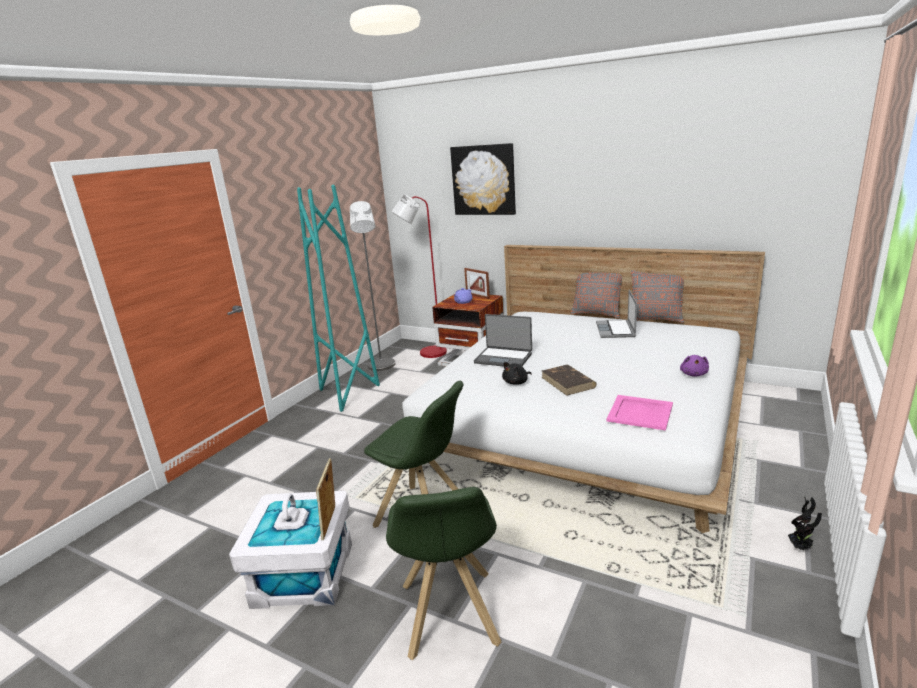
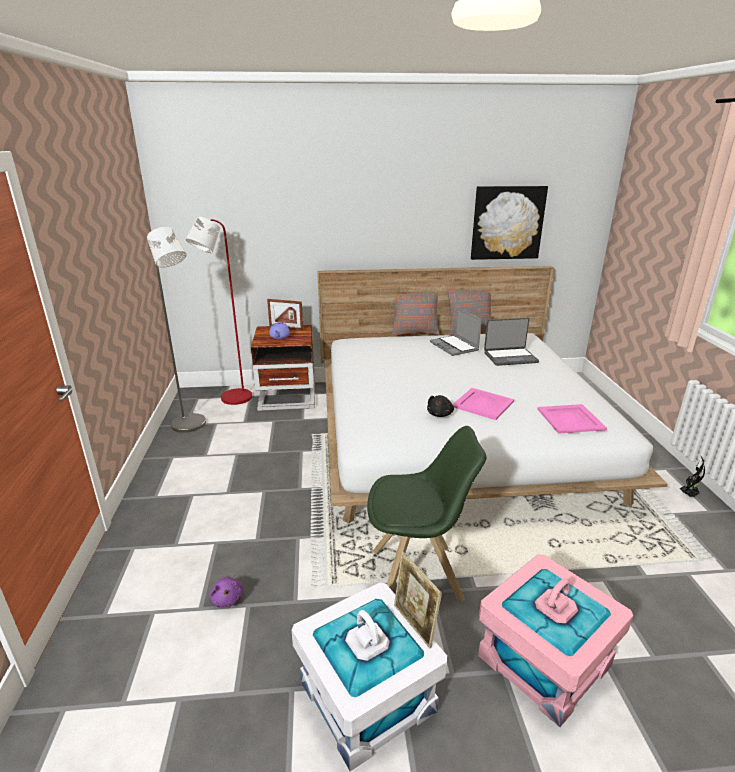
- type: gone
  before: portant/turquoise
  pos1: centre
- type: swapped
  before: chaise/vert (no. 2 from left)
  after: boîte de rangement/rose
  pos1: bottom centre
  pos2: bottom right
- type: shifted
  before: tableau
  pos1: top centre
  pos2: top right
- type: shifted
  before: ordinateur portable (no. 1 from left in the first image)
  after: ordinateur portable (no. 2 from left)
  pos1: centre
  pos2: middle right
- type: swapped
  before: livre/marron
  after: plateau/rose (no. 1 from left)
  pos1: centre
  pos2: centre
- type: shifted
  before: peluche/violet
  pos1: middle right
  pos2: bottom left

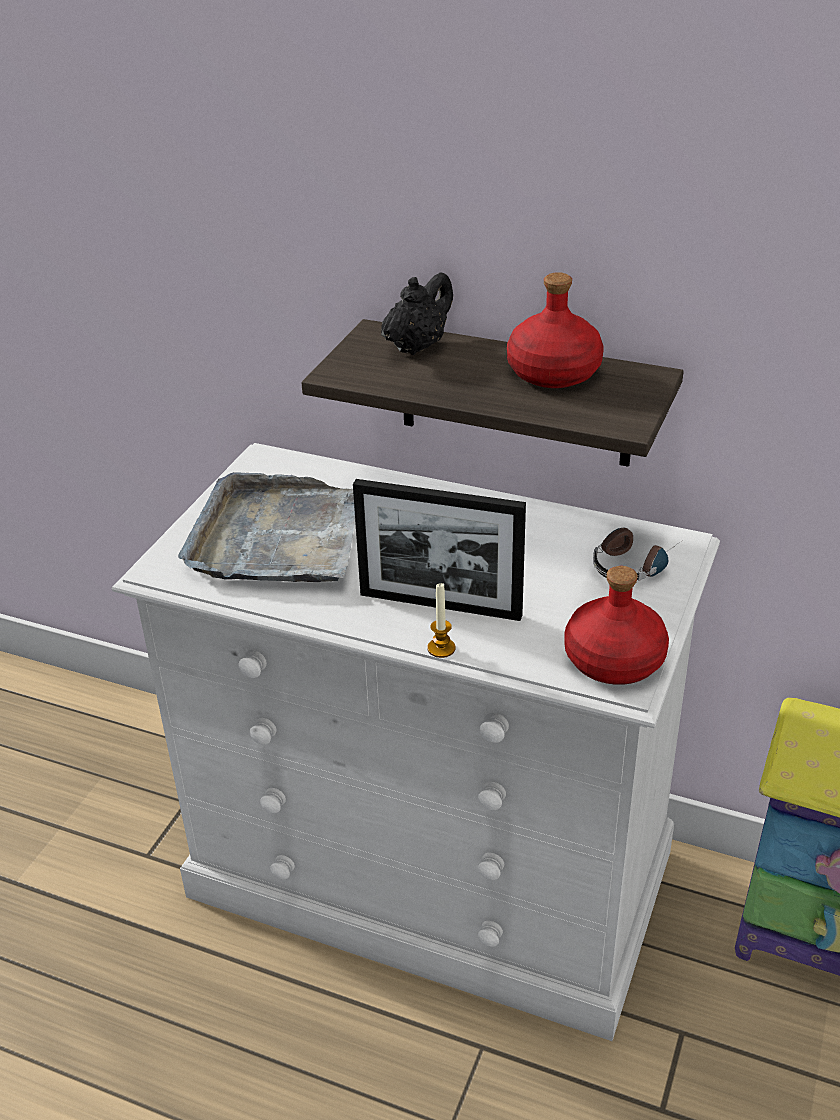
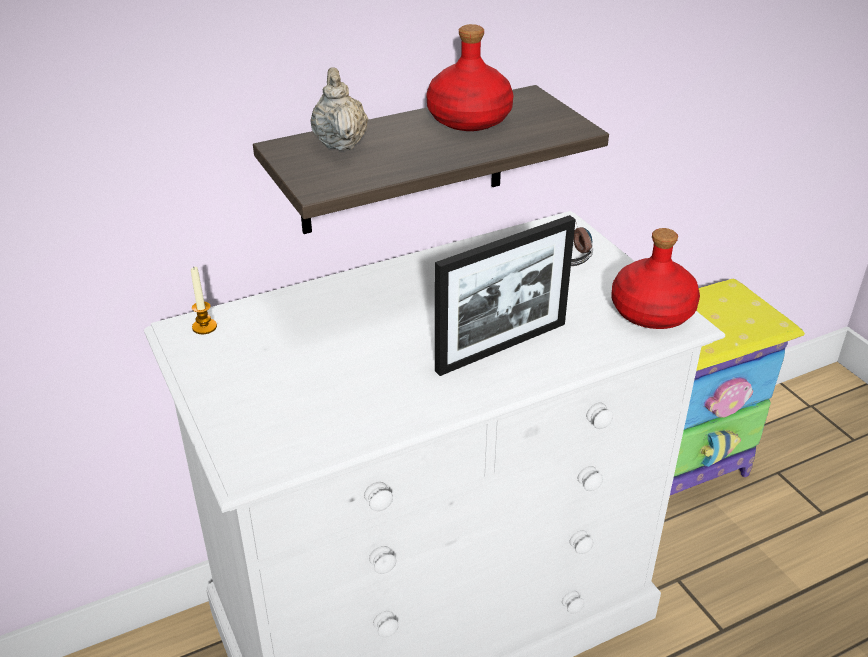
- type: gone
  before: plateau/gris
  pos1: middle left
- type: repainted
  before: théière/noir
  after: théière/beige
  pos1: top centre
  pos2: top centre
- type: shifted
  before: bougie
  pos1: centre
  pos2: middle left

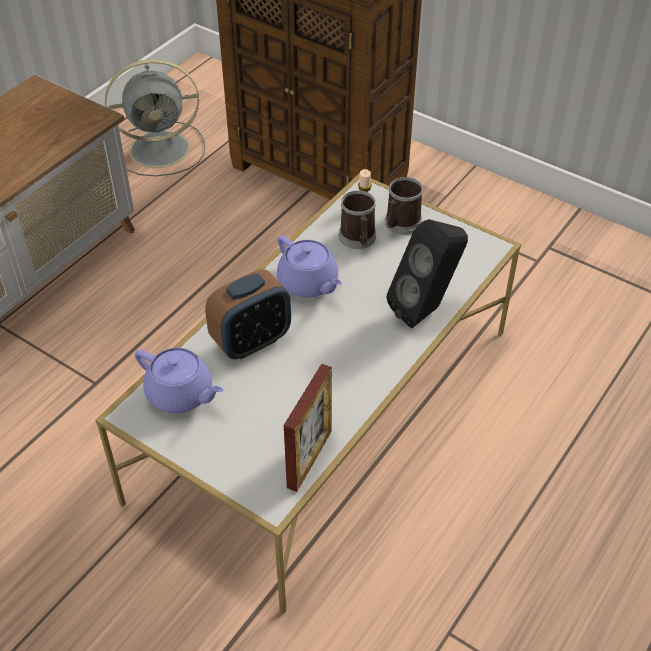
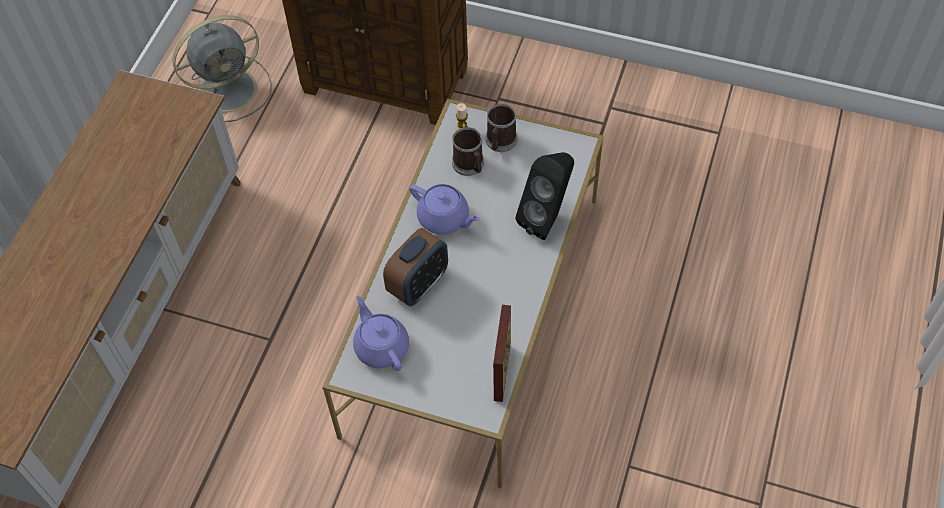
- type: rotated
  before: théière/violet (no. 1 from left)
  pos1: middle left
  pos2: centre
  turn: -135

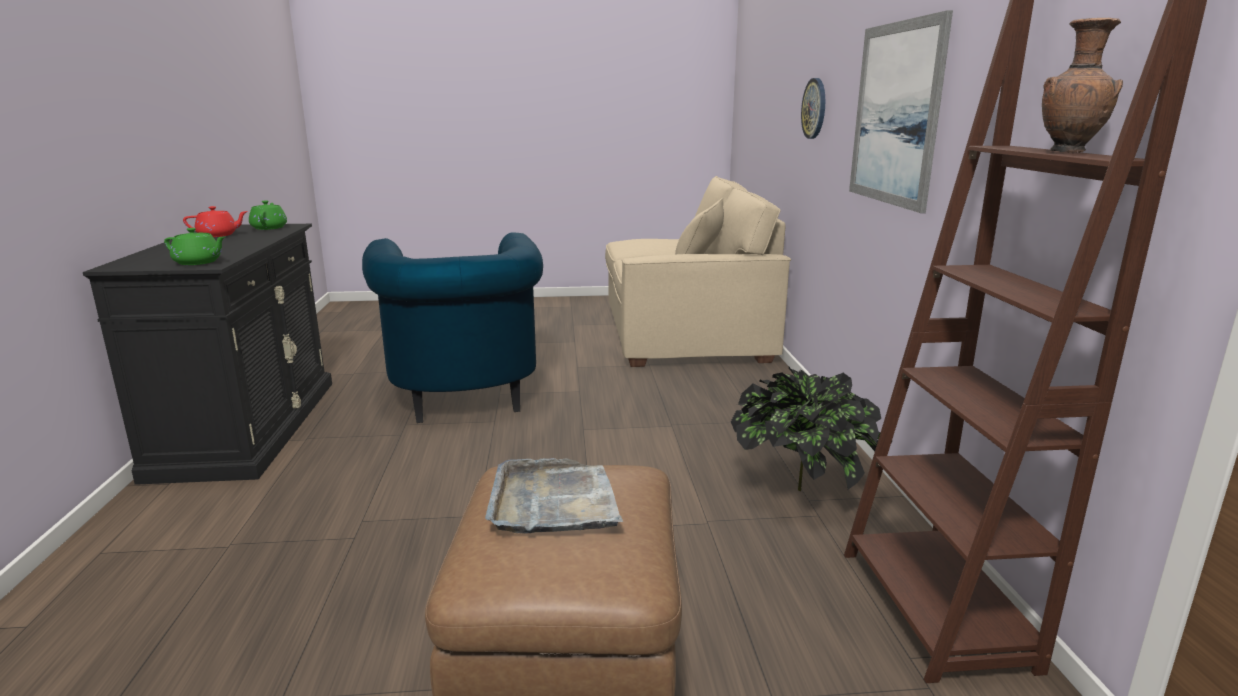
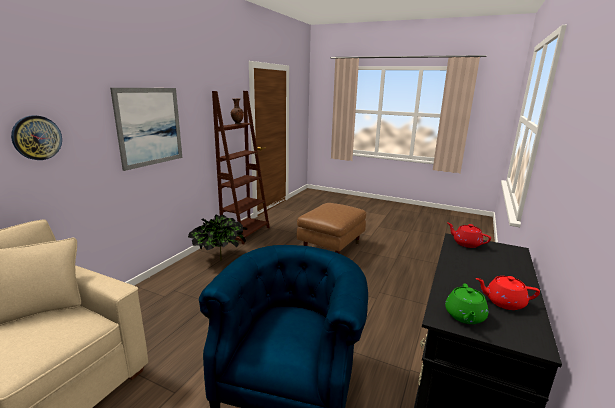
- type: repainted
  before: théière/vert (no. 1 from left)
  after: théière/rouge (no. 1 from left)
  pos1: middle left
  pos2: middle right
- type: gone
  before: plateau/gris
  pos1: bottom centre

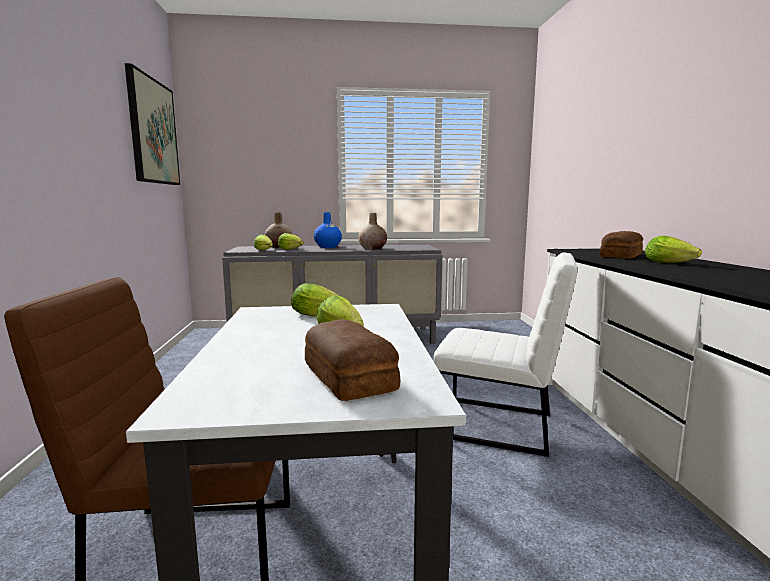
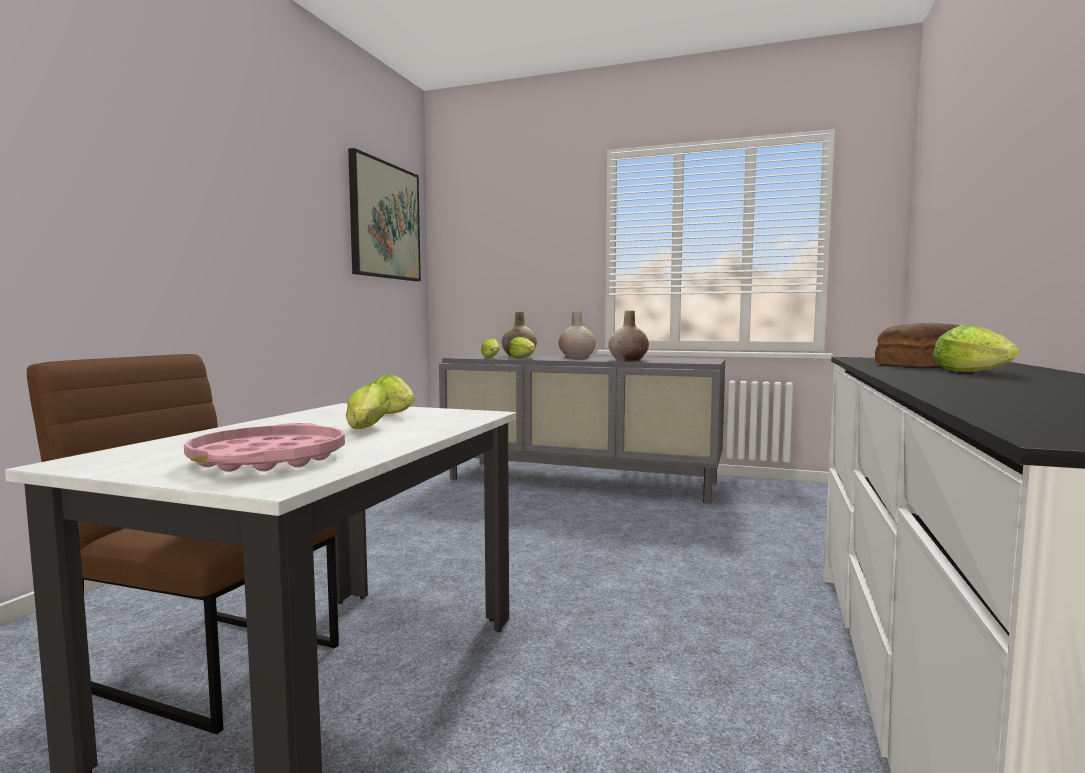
- type: swapped
  before: pain (no. 1 from left)
  after: plateau/rose
  pos1: centre
  pos2: middle left
- type: repainted
  before: vase/bleu
  after: vase/beige (no. 2 from left)
  pos1: centre
  pos2: centre
- type: gone
  before: chaise/blanc
  pos1: centre

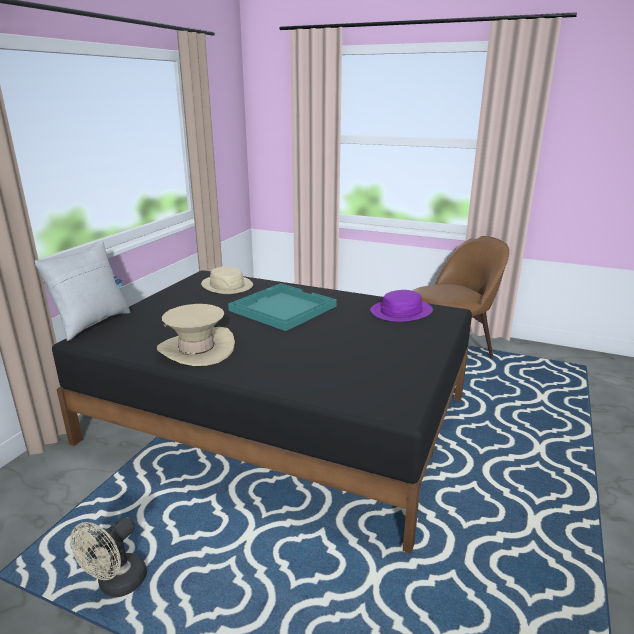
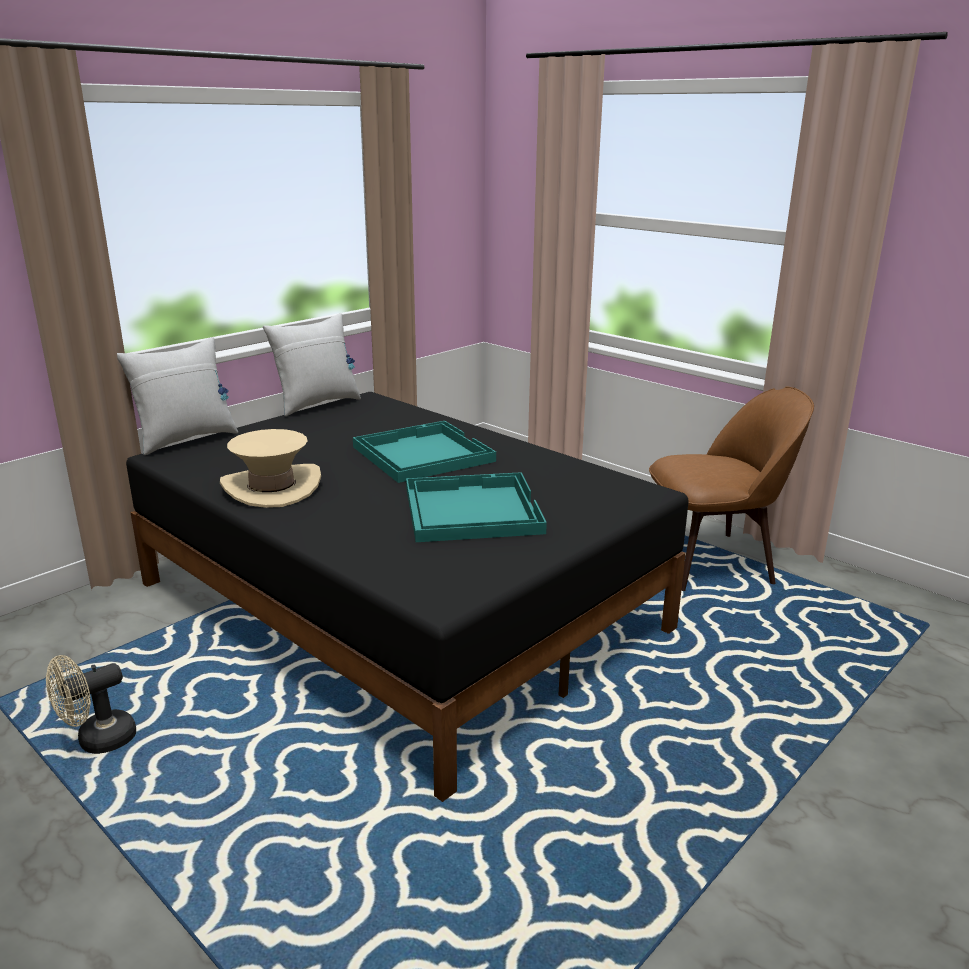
- type: gone
  before: chapeau/beige (no. 2 from left)
  pos1: centre
- type: gone
  before: chapeau/violet
  pos1: centre
- type: new
  after: coussin/gris (no. 2 from left)
  pos2: middle left
- type: new
  after: plateau/turquoise (no. 2 from left)
  pos2: centre

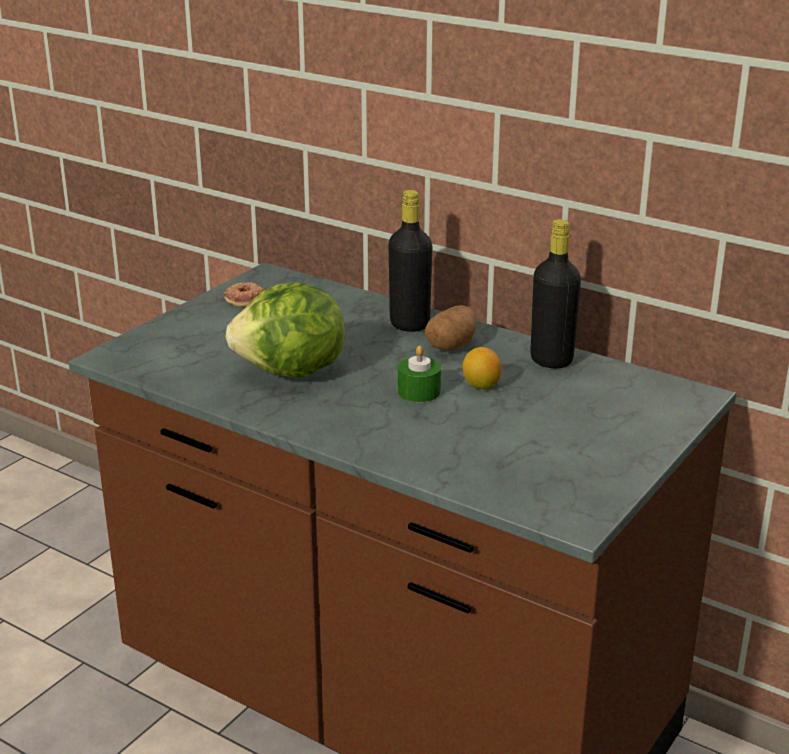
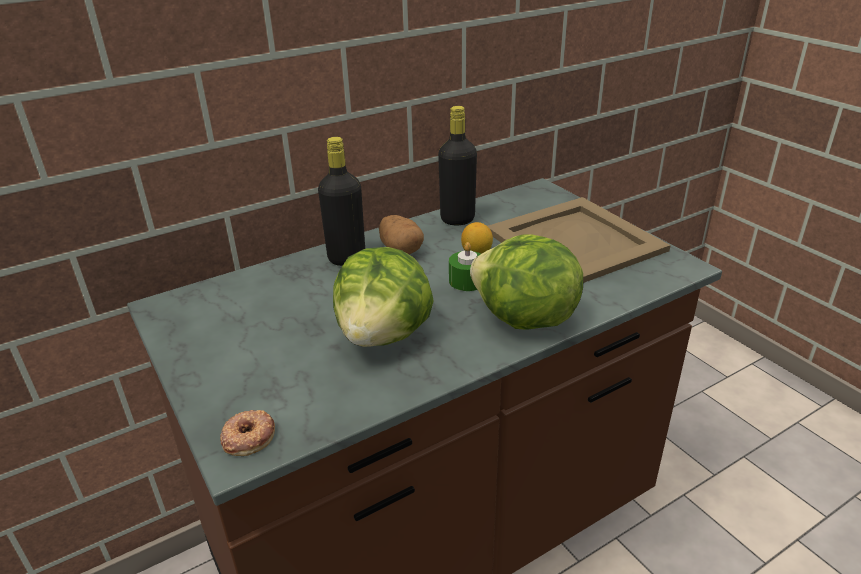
- type: shifted
  before: beignet
  pos1: middle left
  pos2: bottom left
- type: new
  after: laitue (no. 2 from left)
  pos2: centre
- type: new
  after: plateau/beige
  pos2: middle right

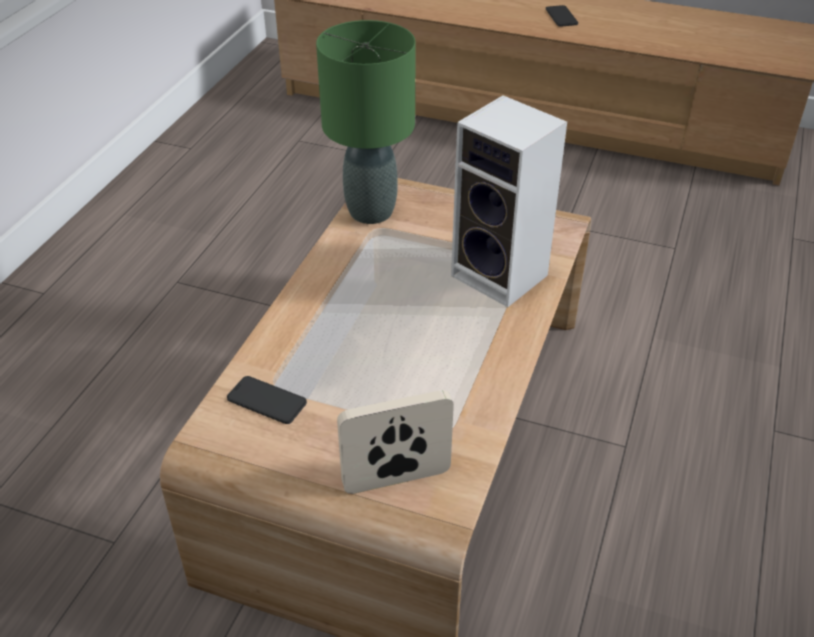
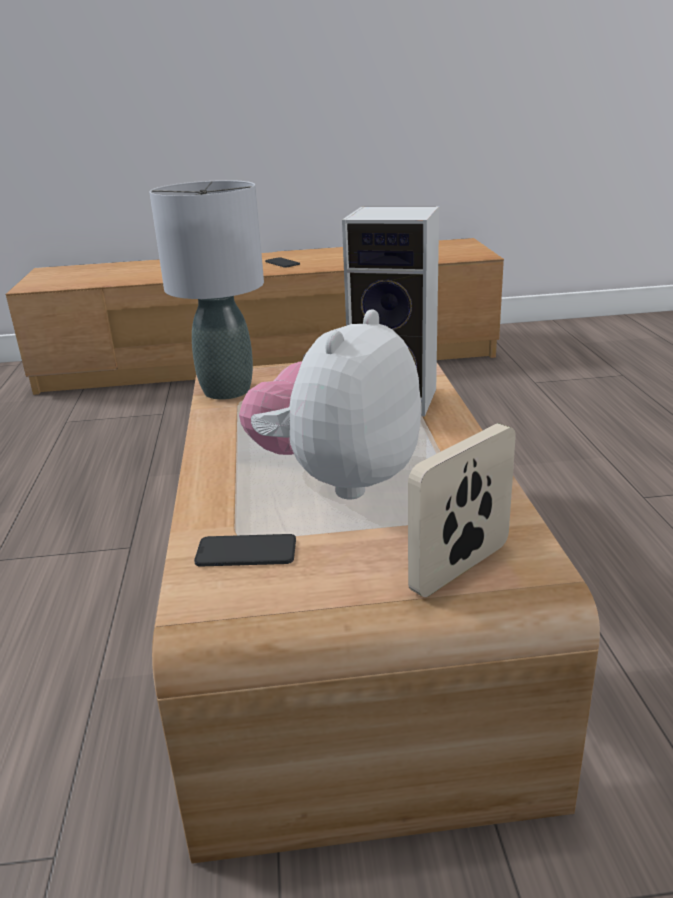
- type: repainted
  before: lampe de table/vert
  after: lampe de table/gris
  pos1: top centre
  pos2: top left
- type: new
  after: peluche
  pos2: centre

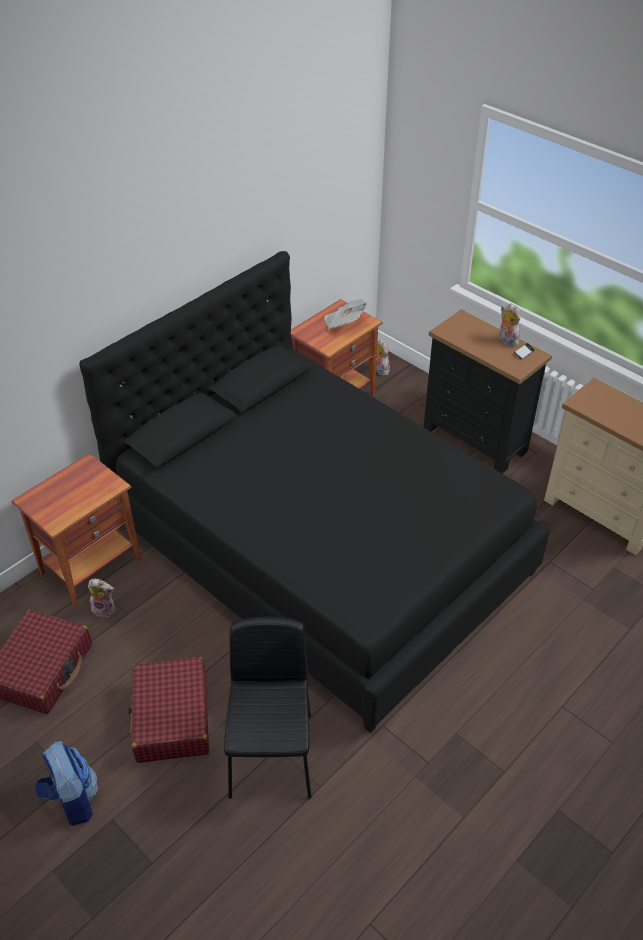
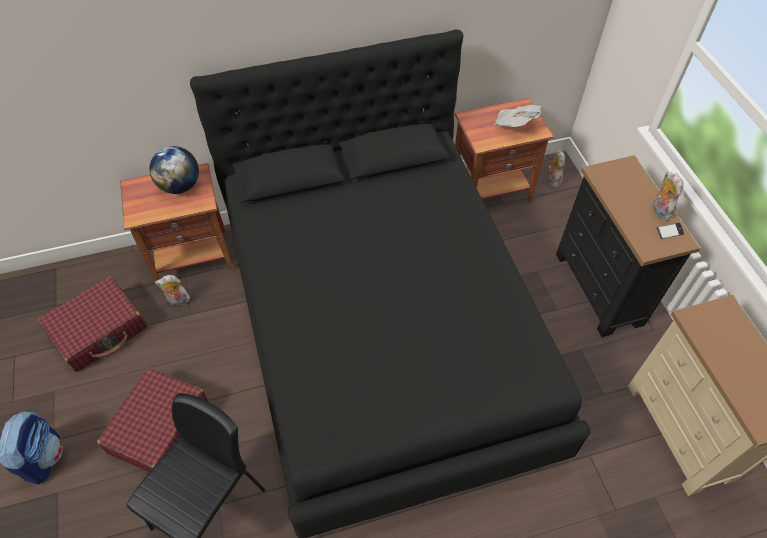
- type: rotated
  before: peluche (no. 1 from left)
  pos1: middle left
  pos2: middle left
  turn: 135
- type: new
  after: globe
  pos2: top left

